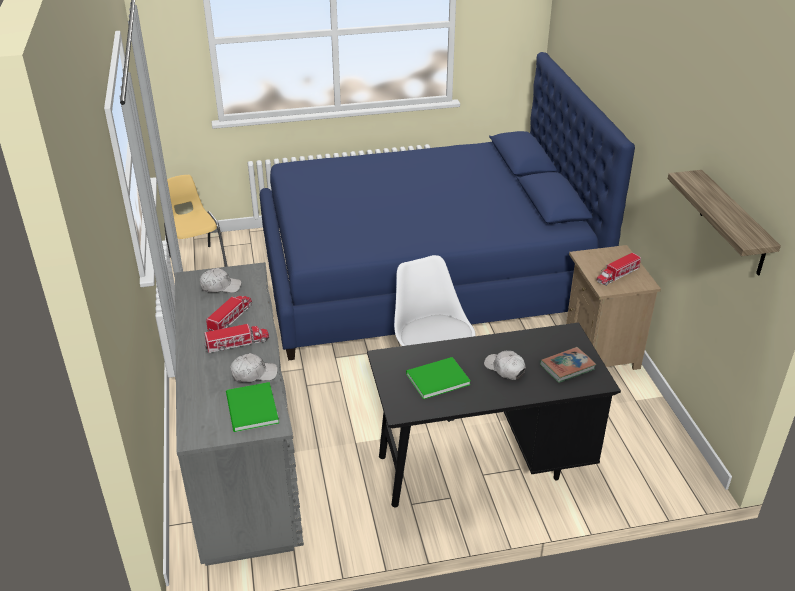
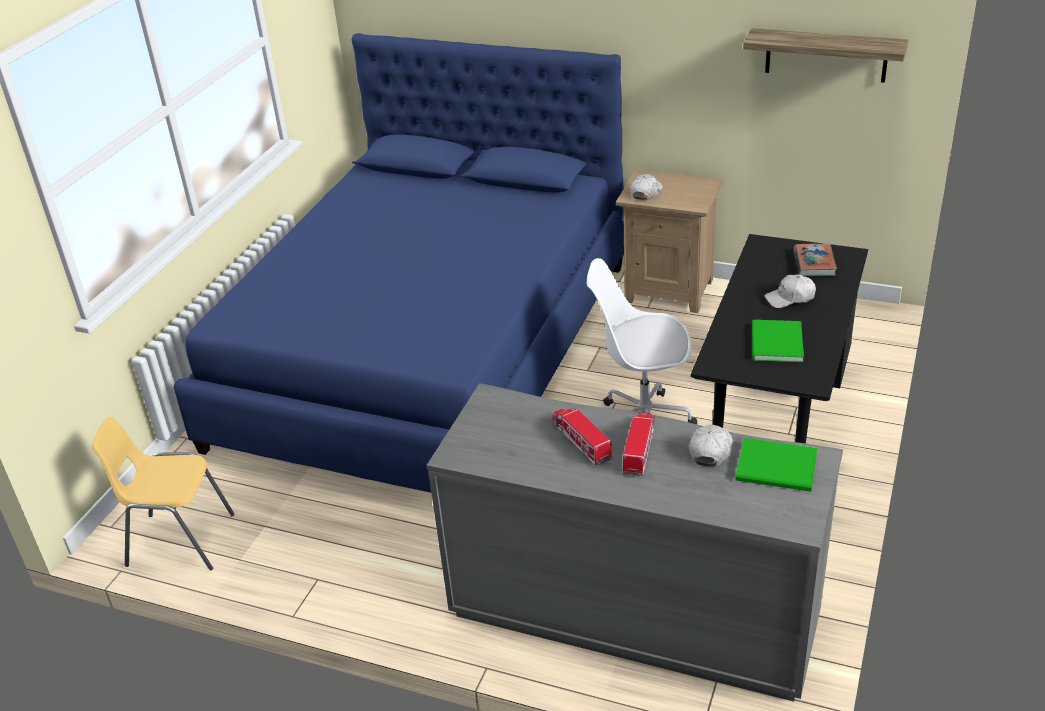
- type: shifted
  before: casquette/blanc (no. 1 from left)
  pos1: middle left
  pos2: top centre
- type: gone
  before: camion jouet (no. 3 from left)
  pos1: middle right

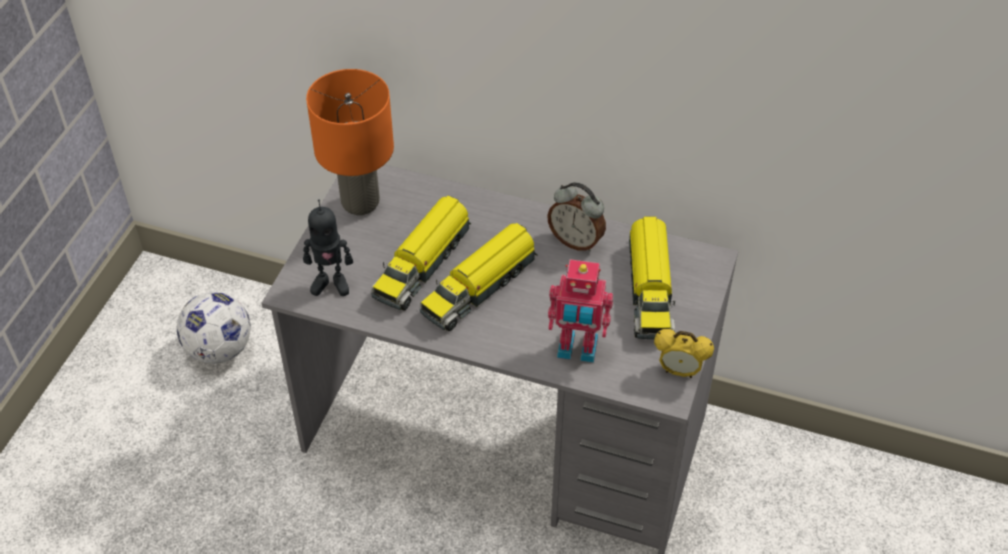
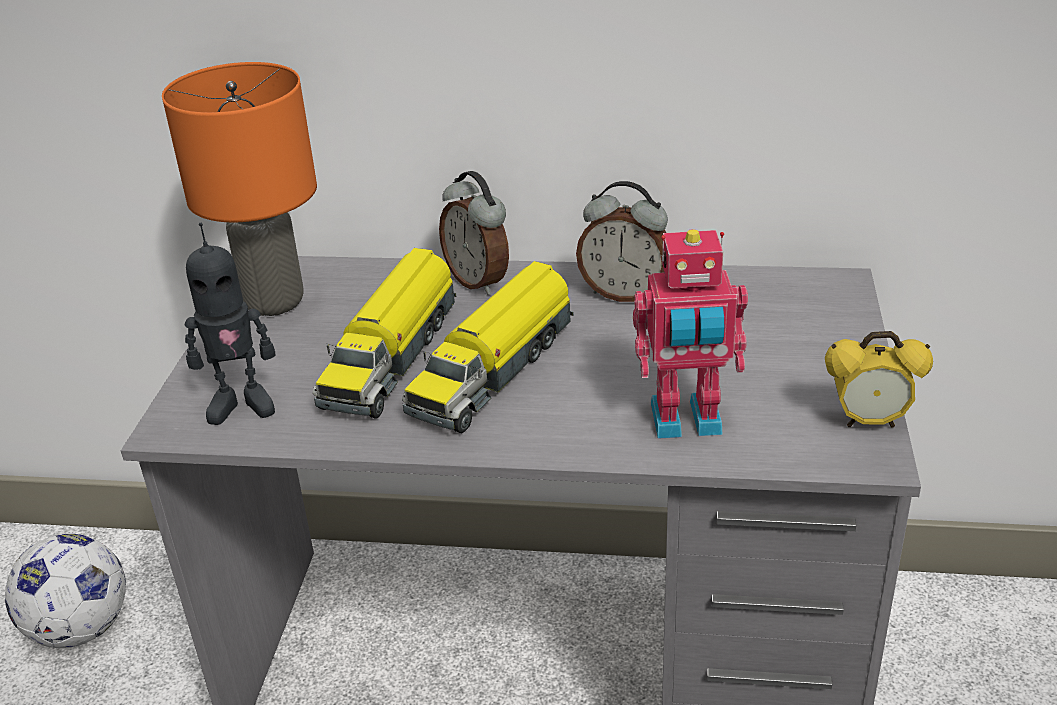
- type: gone
  before: camion jouet (no. 3 from left)
  pos1: centre
- type: new
  after: réveil (no. 1 from left)
  pos2: top centre

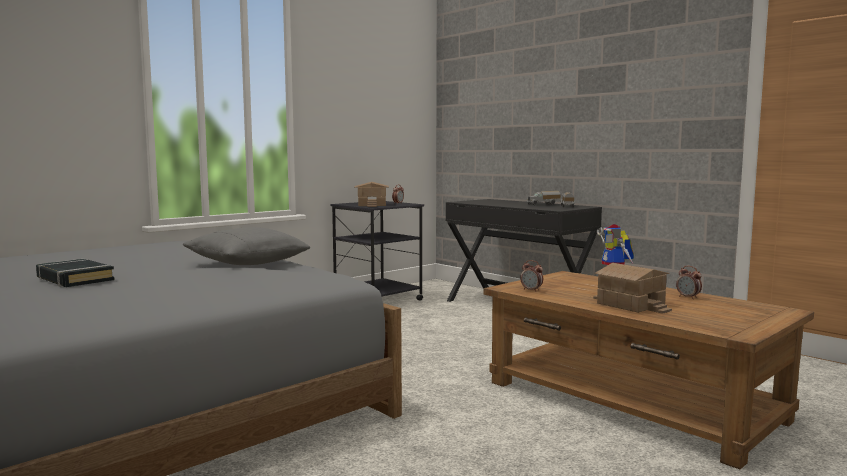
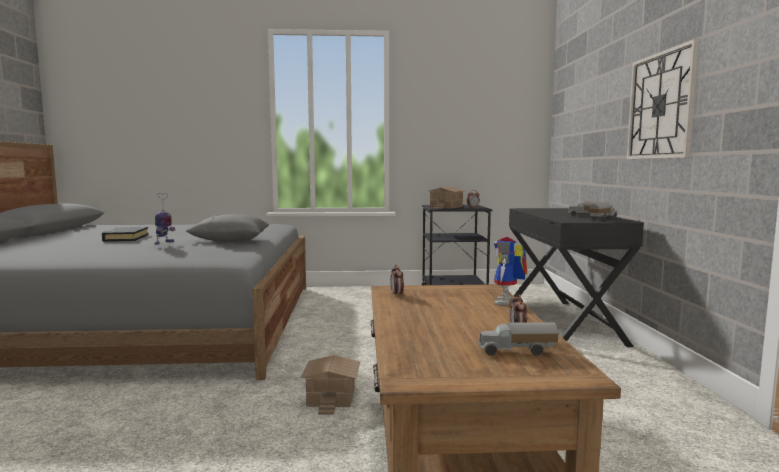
- type: shifted
  before: maison miniature (no. 2 from left in the first image)
  after: maison miniature (no. 1 from left)
  pos1: middle right
  pos2: bottom centre
- type: new
  after: robot jouet (no. 1 from left)
  pos2: middle left
- type: new
  after: camion jouet (no. 1 from left)
  pos2: bottom centre
- type: new
  after: horloge murale
  pos2: top right

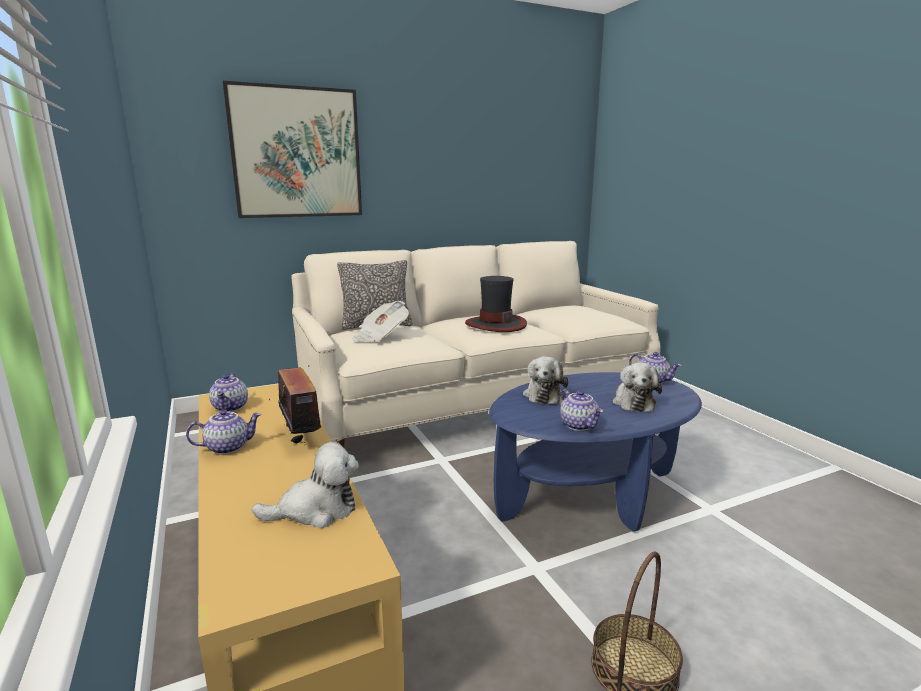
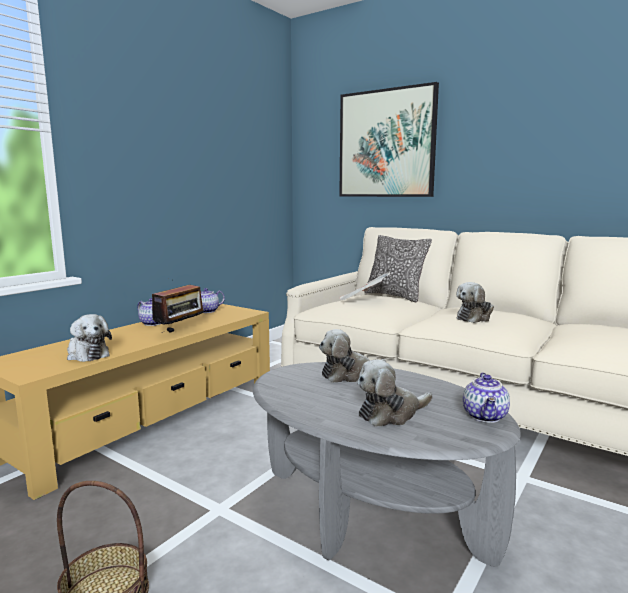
- type: swapped
  before: chapeau
  after: peluche (no. 4 from left)
  pos1: centre
  pos2: middle right
- type: repainted
  before: table basse/bleu
  after: table basse/gris
  pos1: centre
  pos2: bottom centre
- type: gone
  before: théière (no. 3 from left)
  pos1: centre

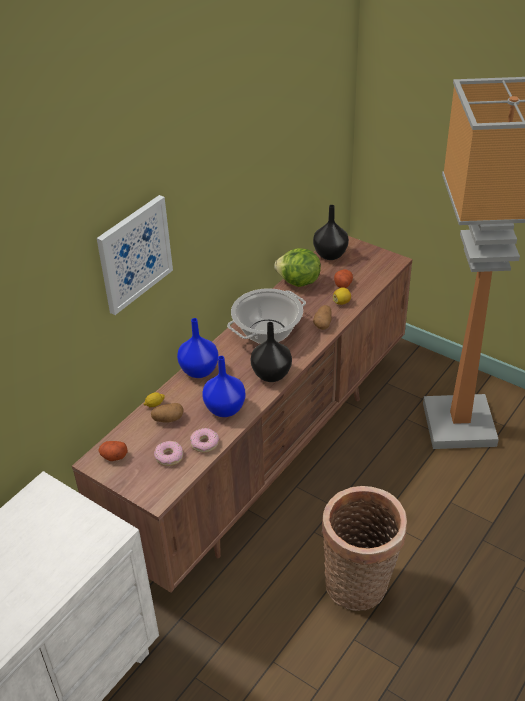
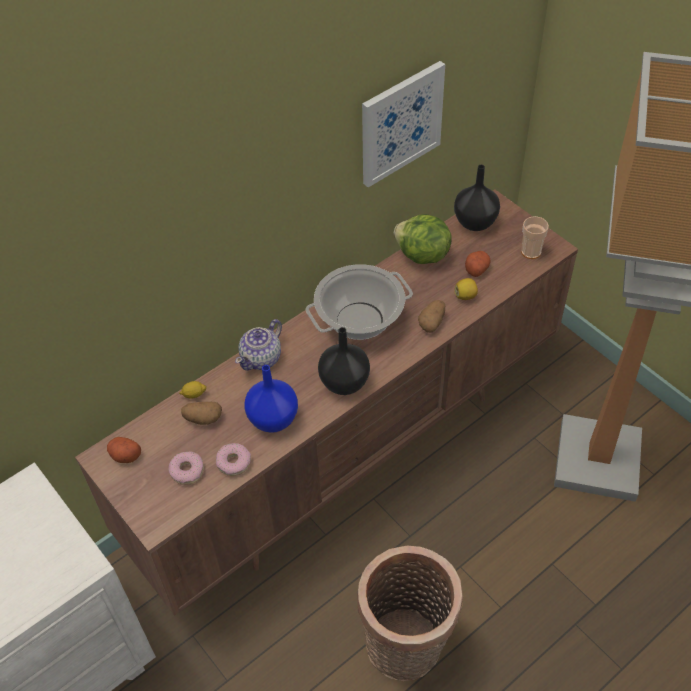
- type: shifted
  before: tableau
  pos1: middle left
  pos2: top centre
- type: swapped
  before: vase/bleu (no. 1 from left)
  after: théière
  pos1: centre
  pos2: centre
- type: new
  after: tasse
  pos2: middle right

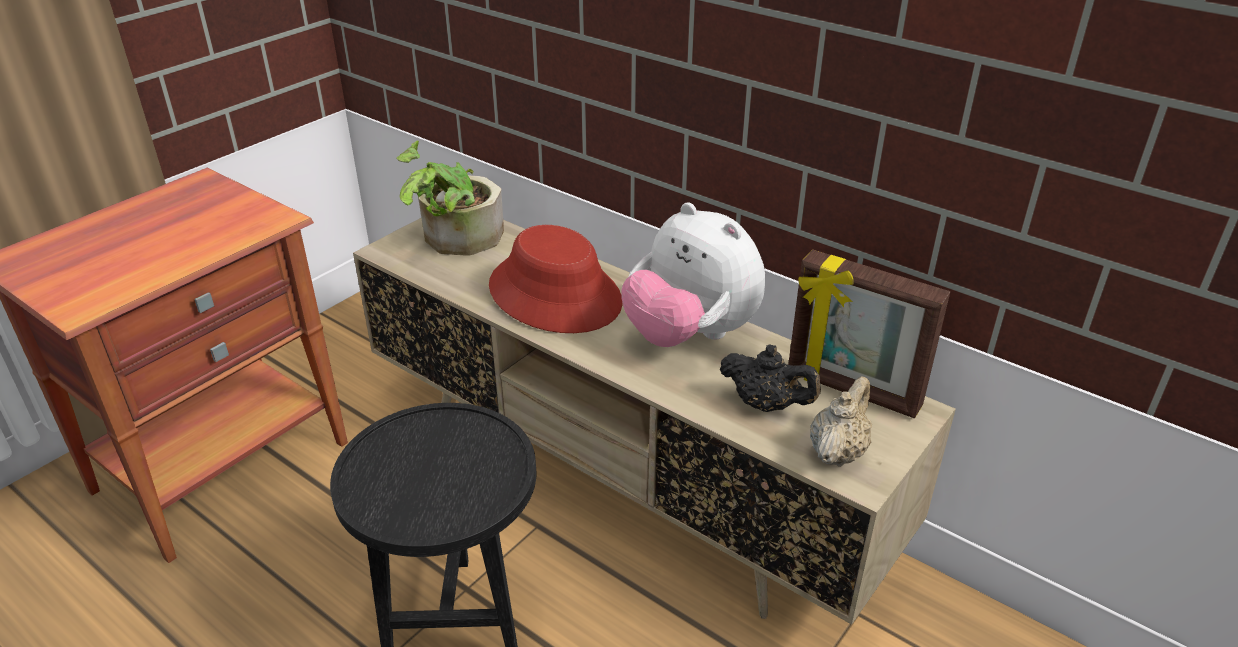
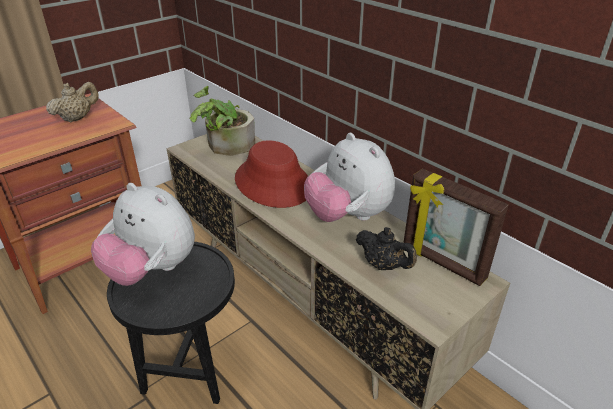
- type: shifted
  before: théière/beige
  pos1: middle right
  pos2: top left
- type: new
  after: peluche (no. 1 from left)
  pos2: middle left

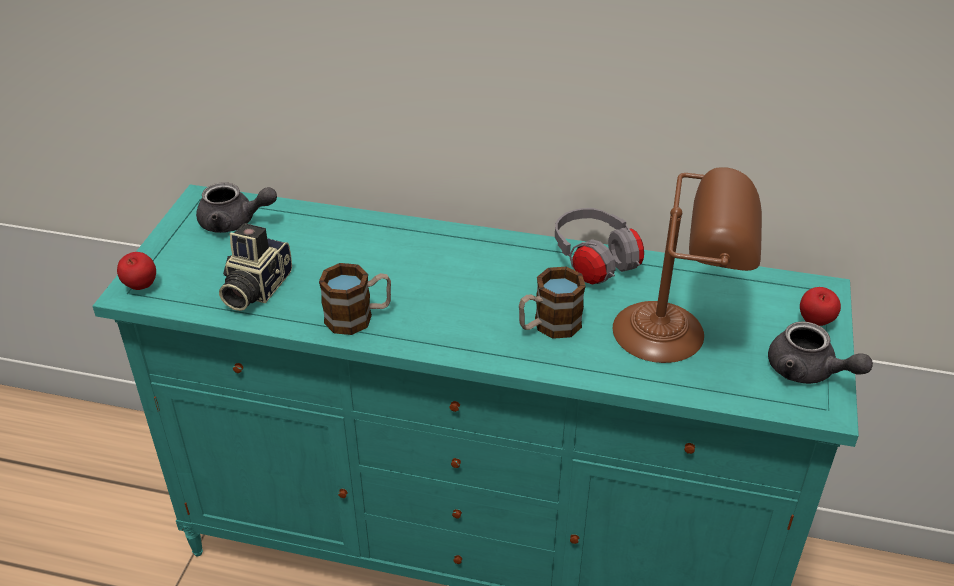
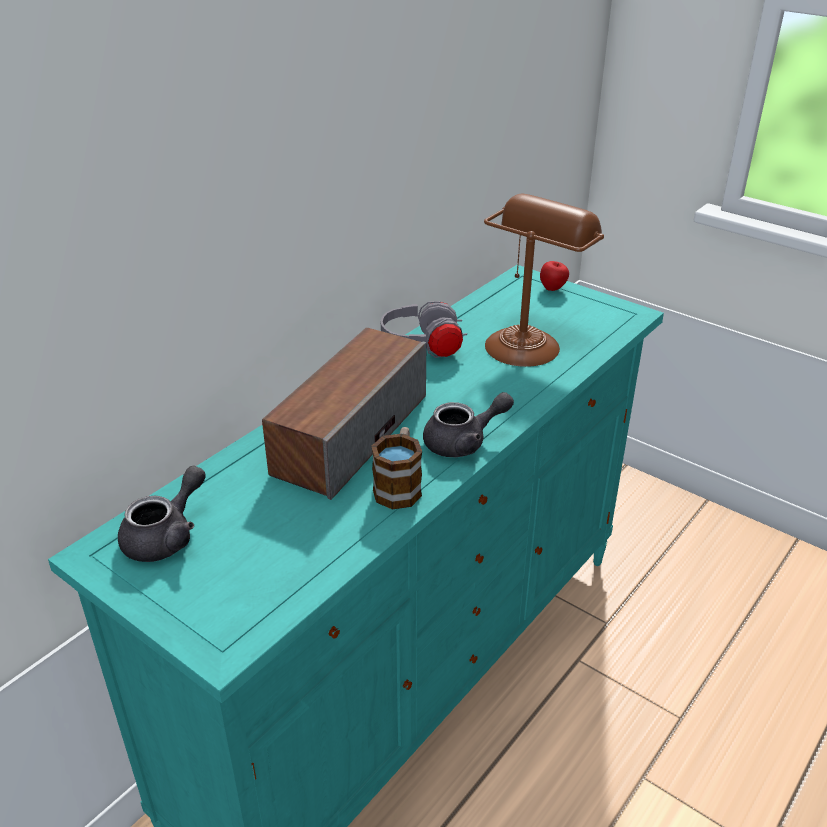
- type: gone
  before: pomme (no. 1 from left)
  pos1: middle left
- type: gone
  before: appareil photo
  pos1: middle left
- type: gone
  before: mug (no. 2 from left)
  pos1: centre
- type: shifted
  before: théière/gris (no. 2 from left)
  pos1: middle right
  pos2: centre
- type: new
  after: enceinte
  pos2: centre

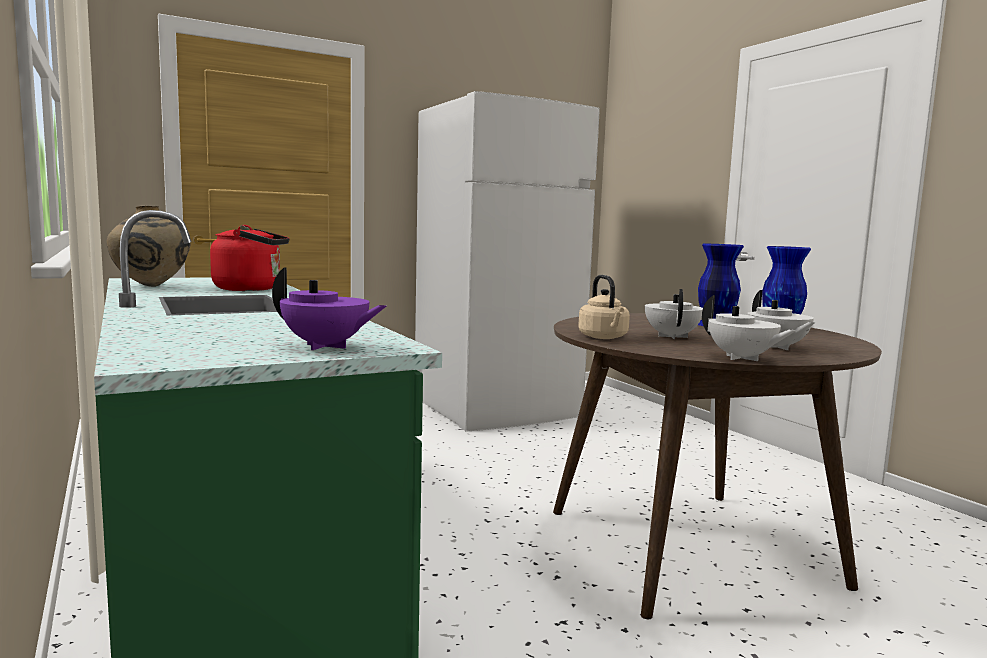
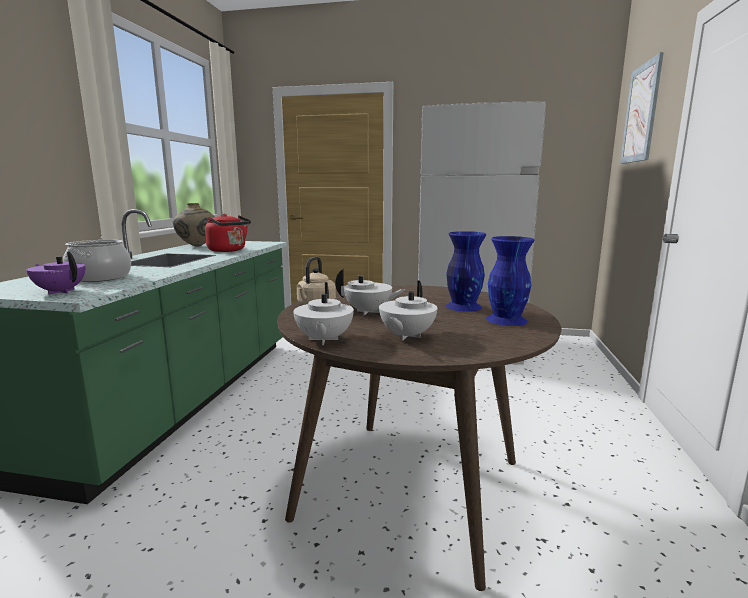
- type: rotated
  before: théière/violet
  pos1: centre
  pos2: middle left
  turn: 150
- type: rotated
  before: théière/blanc (no. 1 from left in the first image)
  pos1: middle right
  pos2: centre
  turn: 60
- type: new
  after: marmite
  pos2: middle left
- type: new
  after: tableau
  pos2: top right

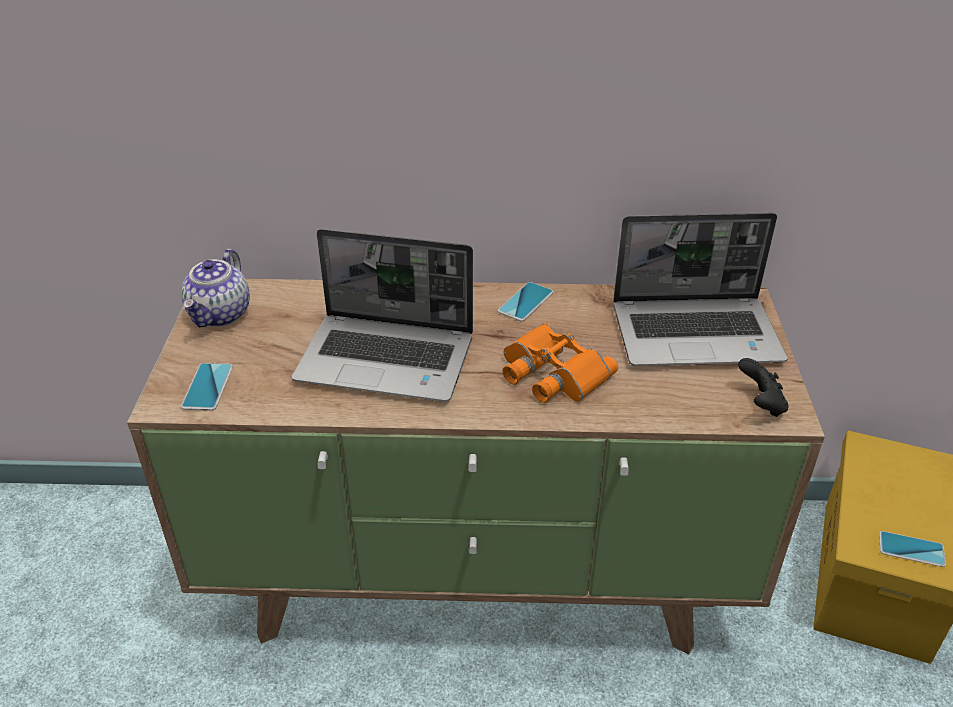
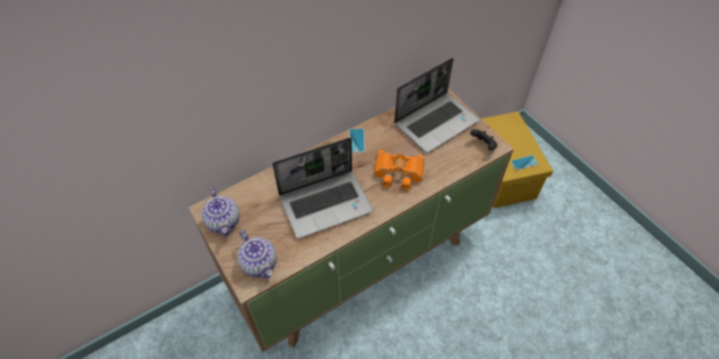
- type: swapped
  before: téléphone (no. 1 from left)
  after: théière (no. 2 from left)
  pos1: middle left
  pos2: bottom centre

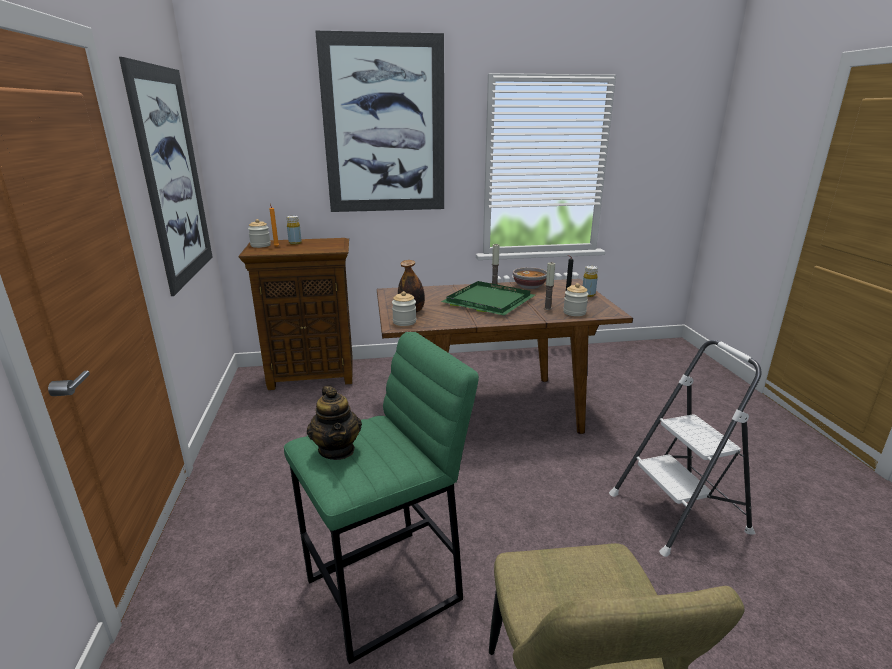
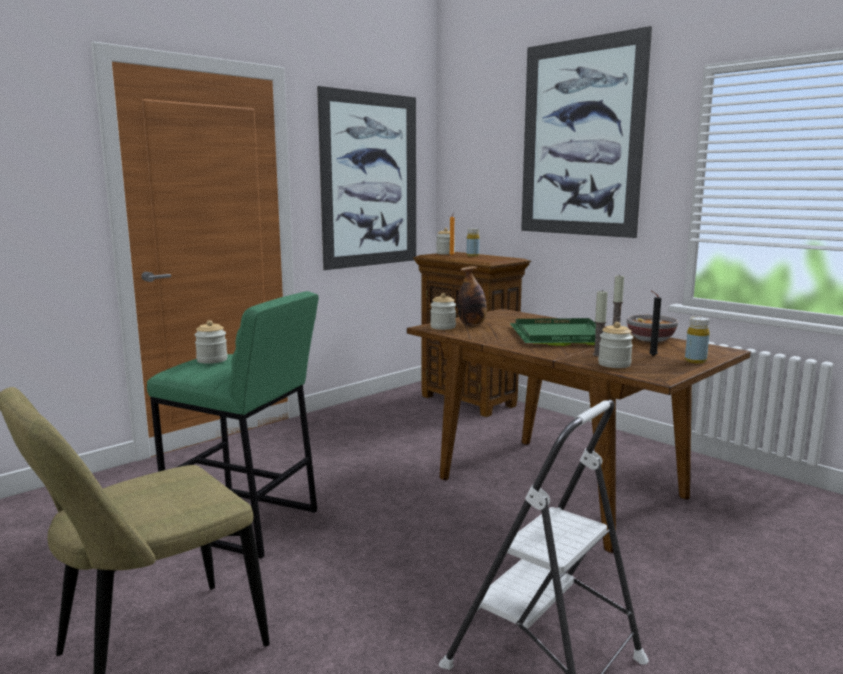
- type: swapped
  before: théière
  after: bocal (no. 1 from left)
  pos1: centre
  pos2: middle left

